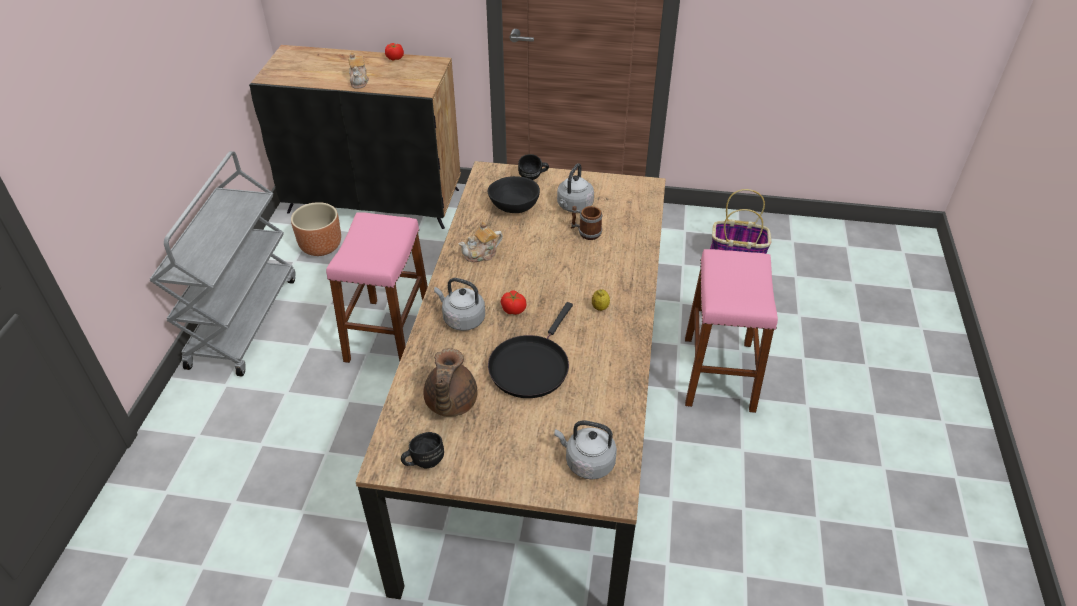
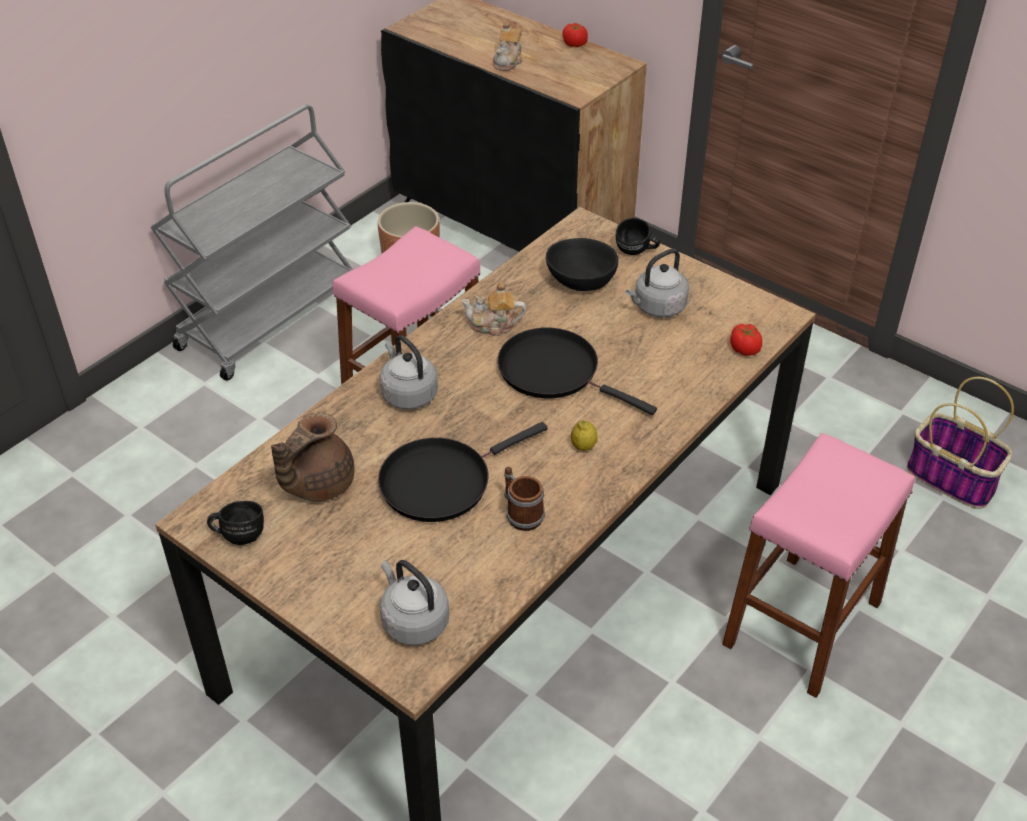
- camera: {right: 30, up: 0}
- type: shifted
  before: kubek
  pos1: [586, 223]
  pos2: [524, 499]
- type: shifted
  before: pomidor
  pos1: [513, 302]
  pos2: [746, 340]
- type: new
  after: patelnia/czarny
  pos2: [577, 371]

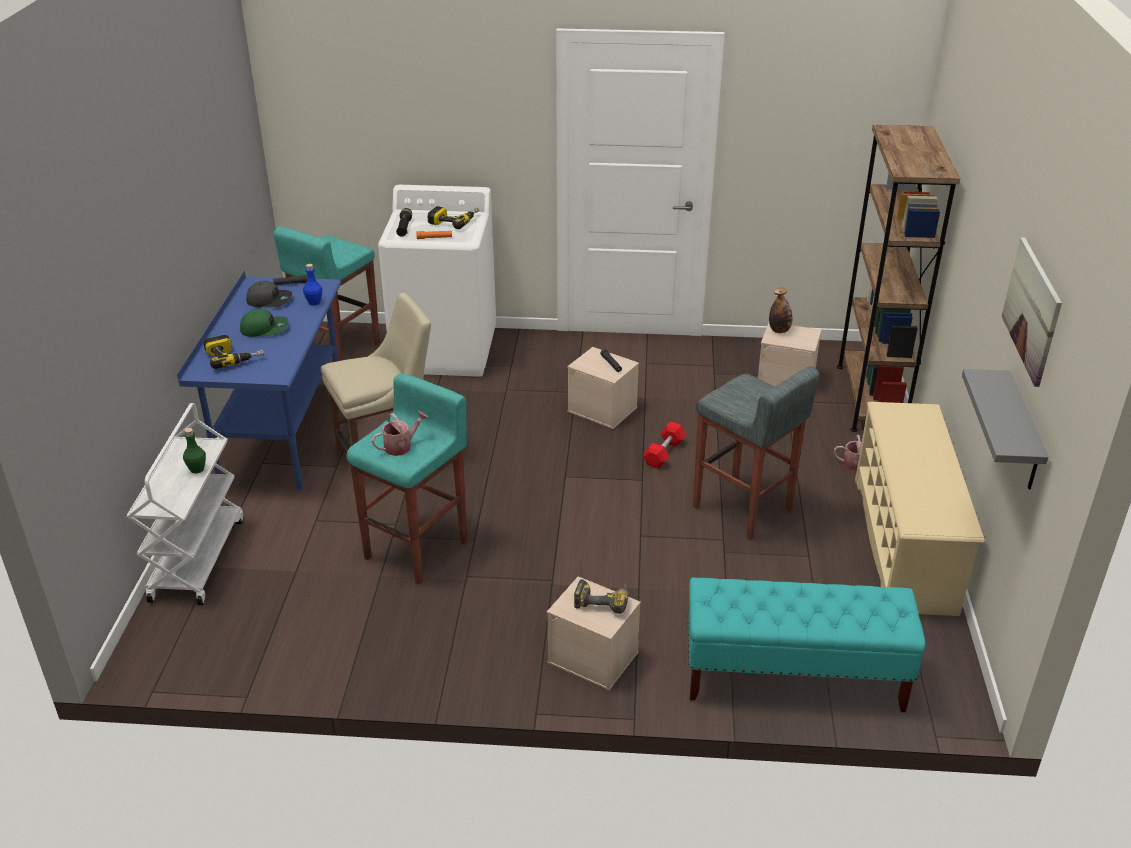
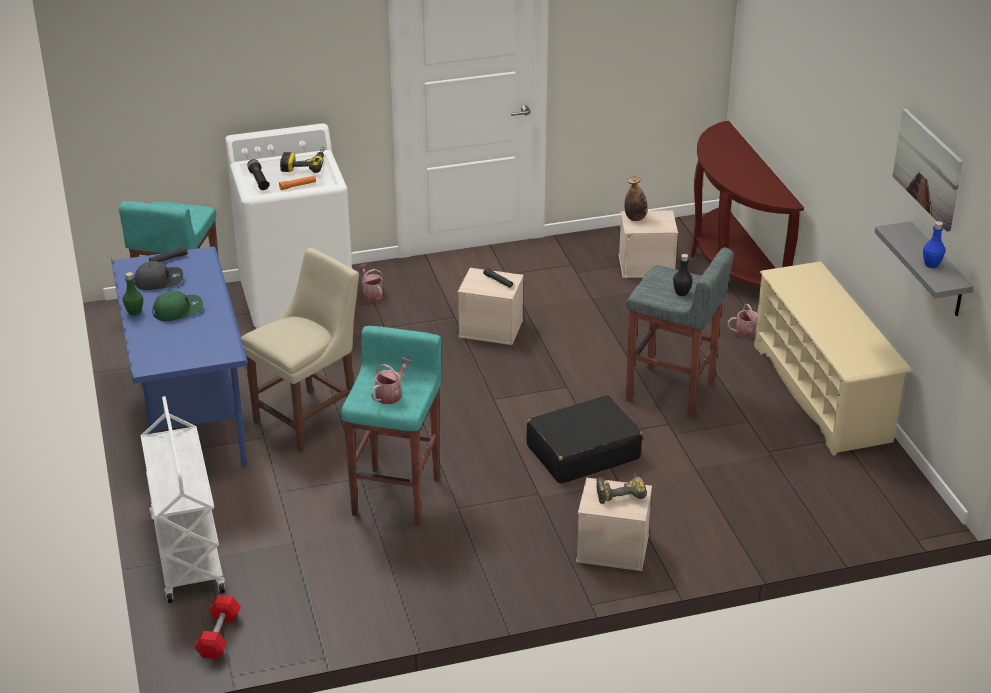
- camera: {right: -20, up: 0}
- type: swapped
  before: regał/brązowy
  after: stolik konsolowy/brązowy
  pos1: [898, 278]
  pos2: [747, 204]
- type: shifted
  before: butelka/niebieski
  pos1: [312, 284]
  pos2: [934, 244]
- type: gone
  before: wiertarka
  pos1: [234, 352]
- type: shifted
  before: hantel/czerwony
  pos1: [664, 445]
  pos2: [217, 627]
- type: shifted
  before: butelka/zielony
  pos1: [194, 450]
  pos2: [132, 294]
- type: gone
  before: ławka/turkusowy
  pos1: [807, 644]
- type: new
  after: butelka/czarny
  pos2: [683, 275]
- type: new
  after: konewka
  pos2: [371, 283]
- type: new
  after: walizka/czarny
  pos2: [584, 439]

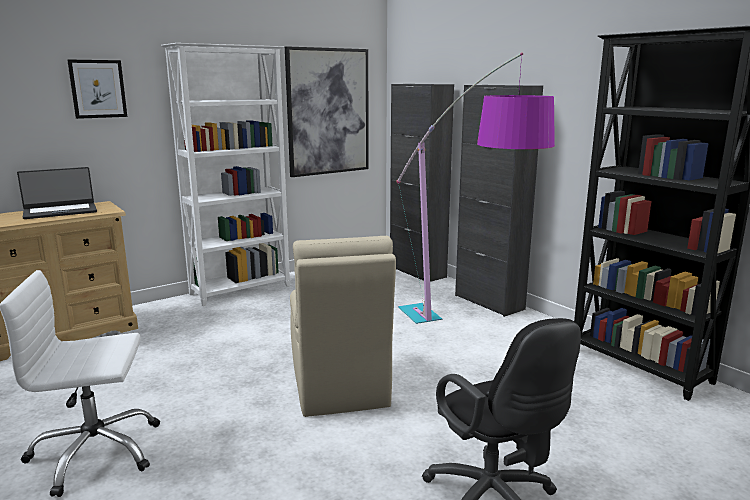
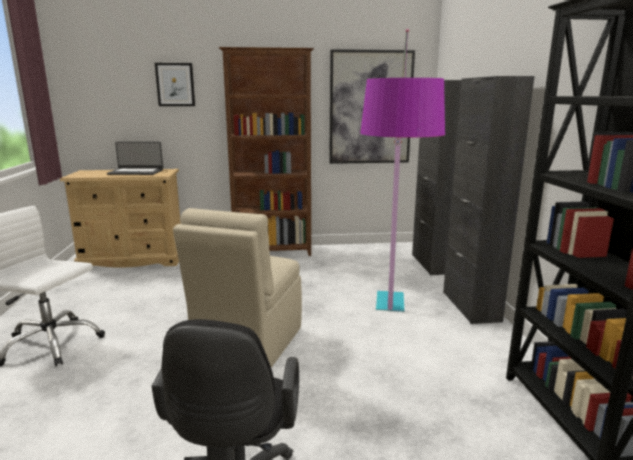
- camera: {right: 30, up: 0}
- type: repainted
  before: regał/biały
  after: regał/brązowy
  pos1: [225, 174]
  pos2: [266, 151]

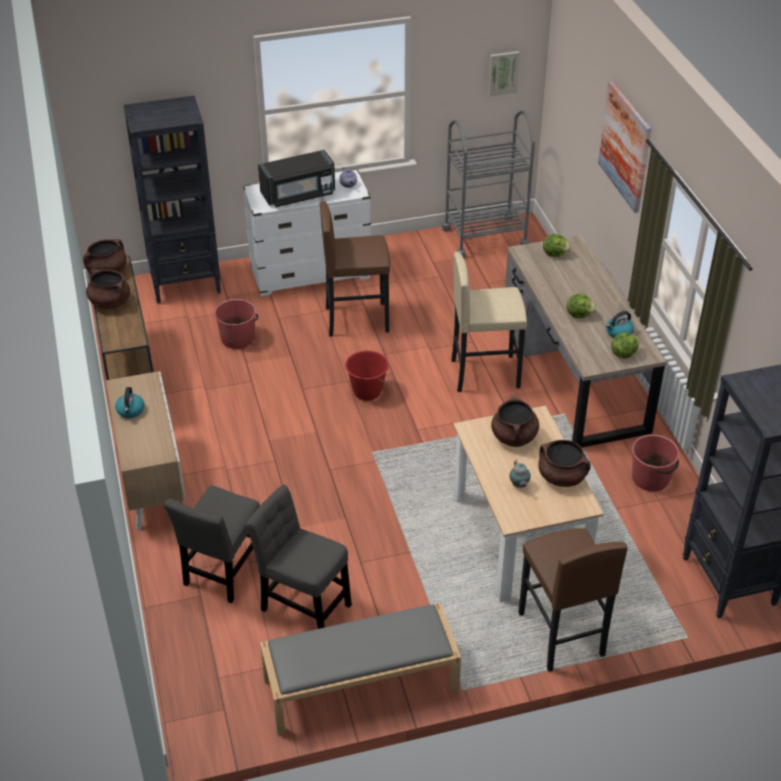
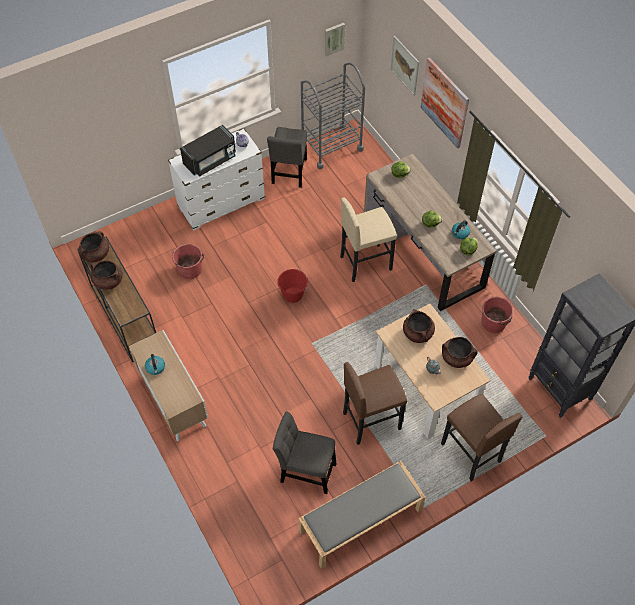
- camera: {right: -15, up: 15}
- type: gone
  before: regał/czarny
  pos1: [172, 200]
- type: shifted
  before: stołek/brązowy
  pos1: [355, 269]
  pos2: [375, 403]
- type: shifted
  before: krzesło/szary
  pos1: [212, 544]
  pos2: [287, 157]
- type: new
  after: obraz
  pos2: [405, 66]

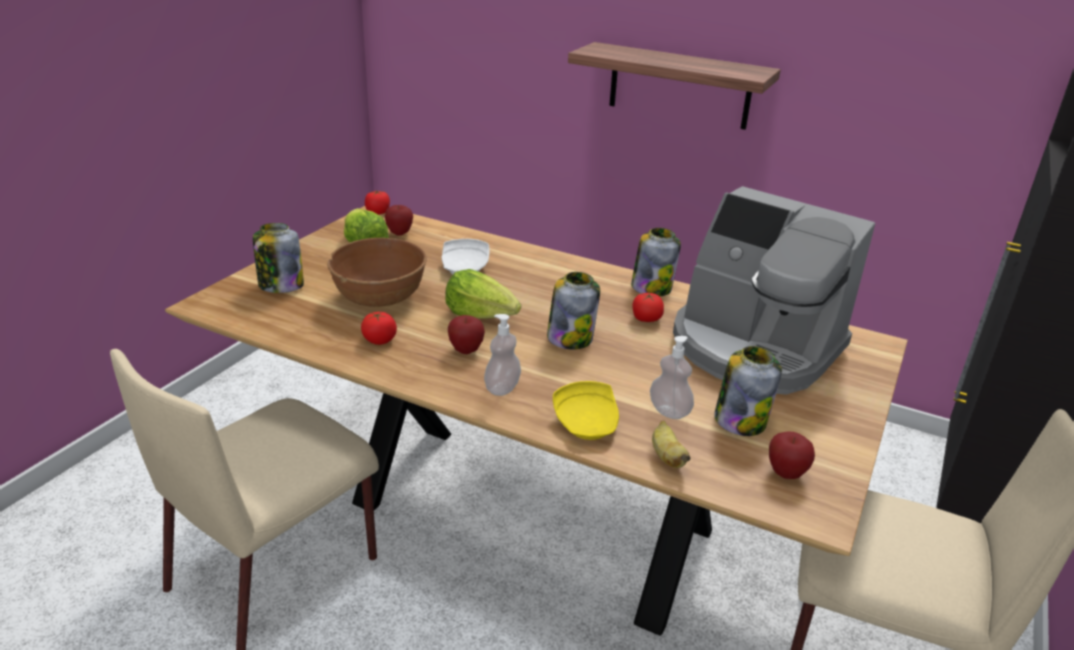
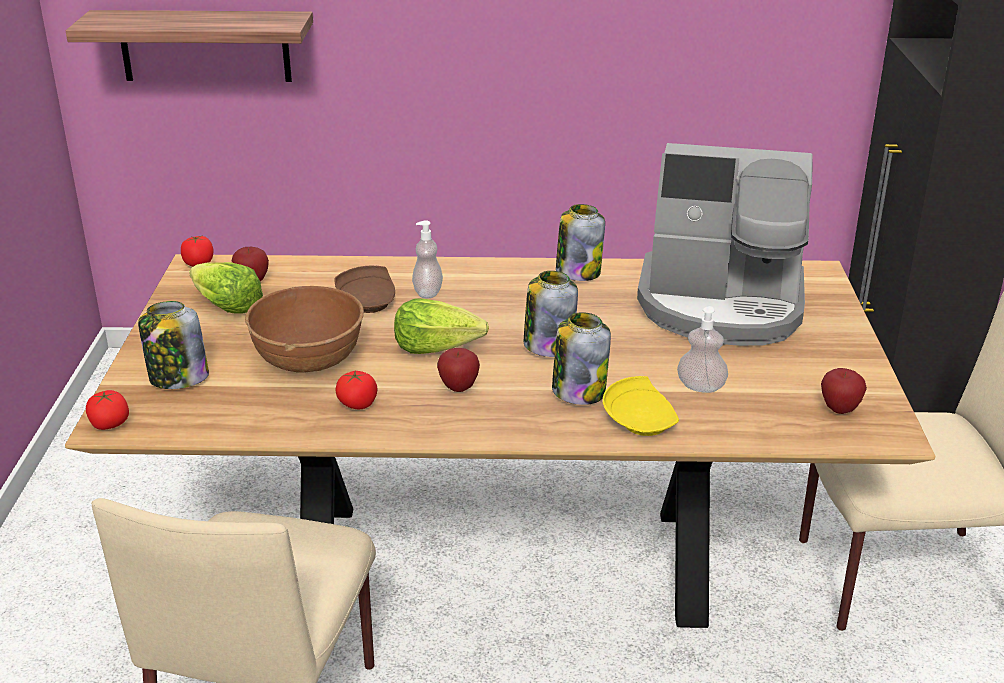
- camera: {right: -25, up: 0}
- type: shifted
  before: półka
  pos1: [674, 86]
  pos2: [189, 46]
- type: repainted
  before: talerz/biały
  after: talerz/brązowy
  pos1: [466, 256]
  pos2: [364, 289]
- type: shifted
  before: pomidor
  pos1: [648, 307]
  pos2: [107, 410]
- type: shifted
  before: dozownik mydła
  pos1: [502, 355]
  pos2: [427, 259]
- type: shifted
  before: słoik
  pos1: [748, 391]
  pos2: [581, 358]
- type: gone
  before: banan
  pos1: [671, 444]

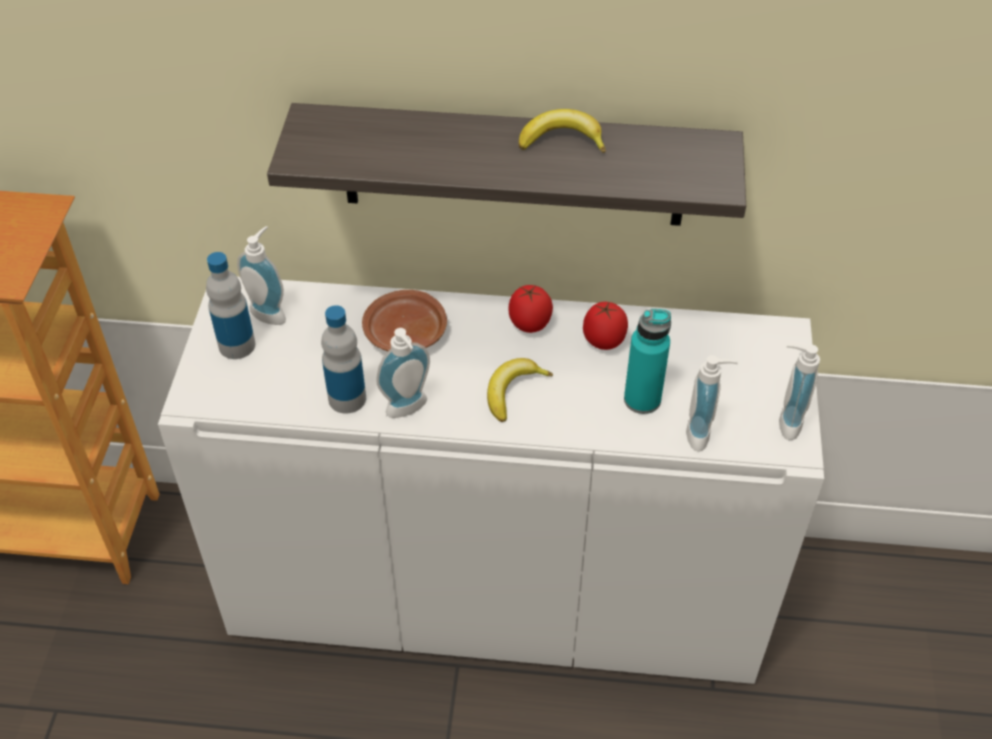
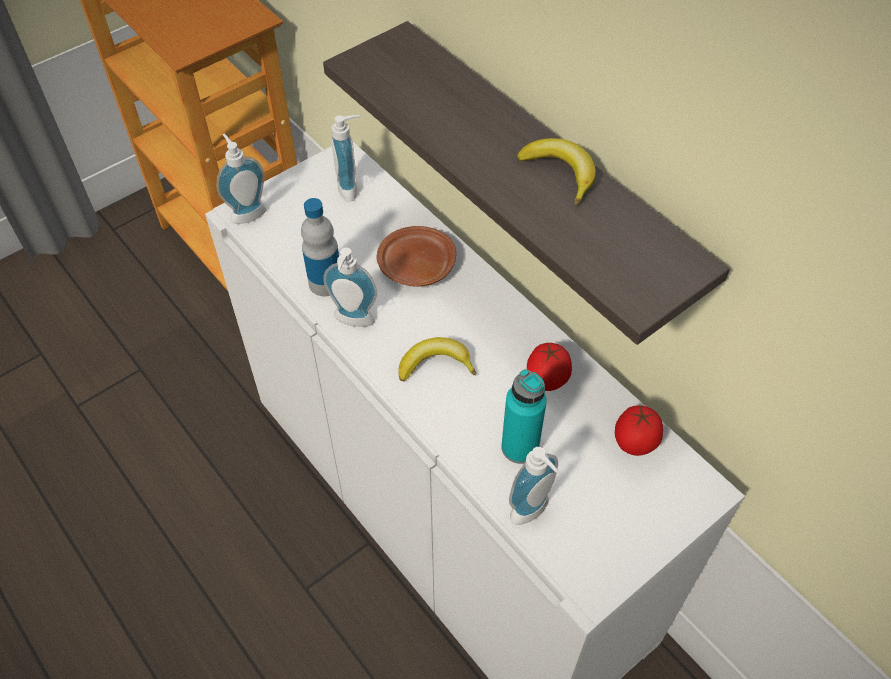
- camera: {right: 45, up: 5}
- type: gone
  before: butelka
  pos1: [230, 305]
- type: shifted
  before: pomidor
  pos1: [530, 309]
  pos2: [639, 430]
- type: shifted
  before: dozownik mydła
  pos1: [799, 392]
  pos2: [241, 178]

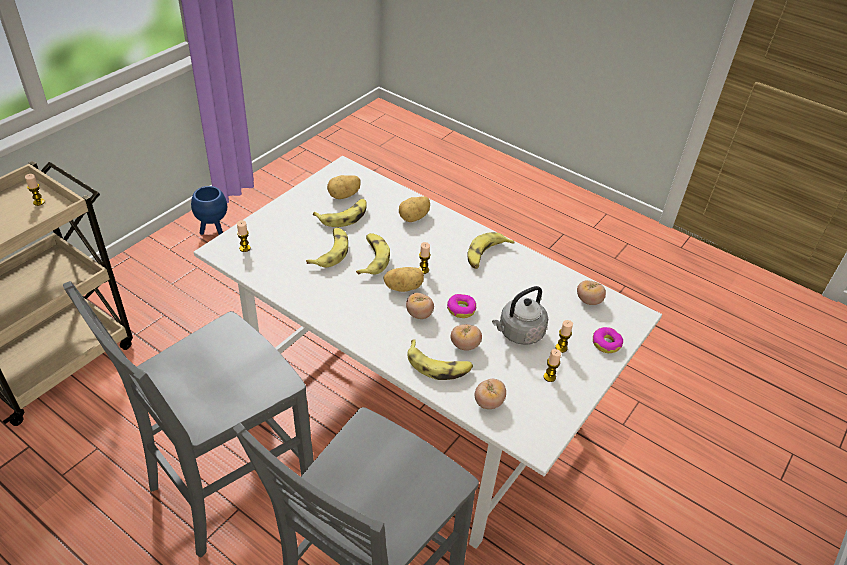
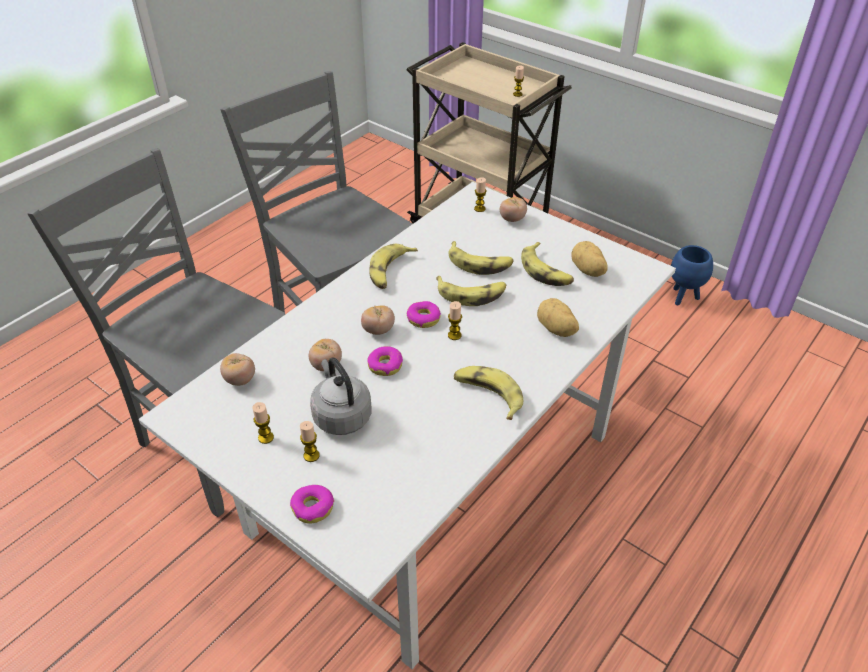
- camera: {right: 95, up: 0}
- type: swapped
  before: ziemniak
  after: donut
  pos1: [403, 279]
  pos2: [424, 314]
- type: shifted
  before: pomidor
  pos1: [591, 292]
  pos2: [513, 209]
- type: shifted
  before: banan
  pos1: [440, 359]
  pos2: [393, 266]

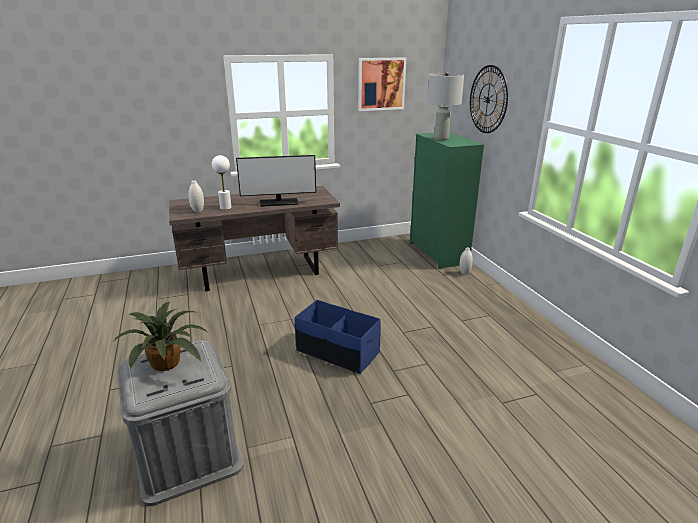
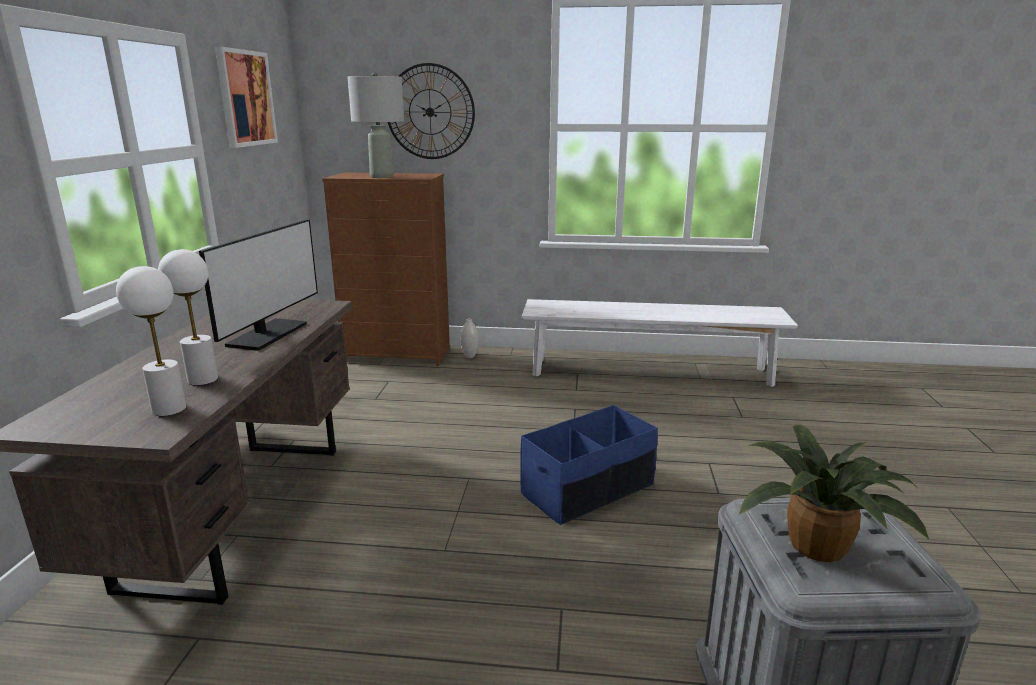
- camera: {right: -65, up: -5}
- type: repainted
  before: komoda/zielony
  after: komoda/brązowy
  pos1: [447, 200]
  pos2: [386, 269]
- type: swapped
  before: wazon/biały
  after: lampa stołowa/biały
  pos1: [196, 197]
  pos2: [151, 341]
- type: new
  after: ławka/biały
  pos2: [660, 343]

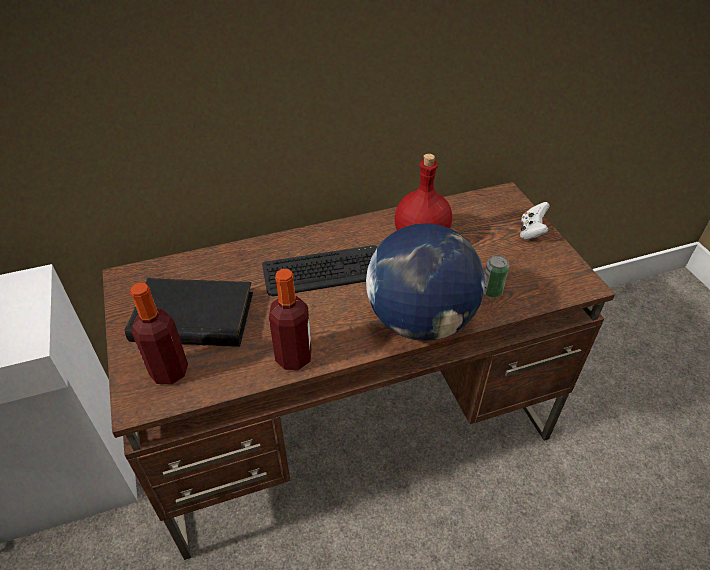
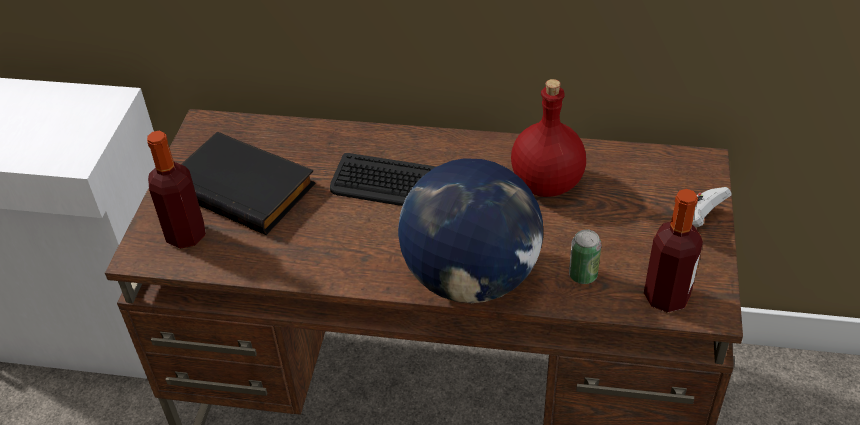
- camera: {right: 30, up: 0}
- type: shifted
  before: butelka
  pos1: [290, 319]
  pos2: [673, 251]

